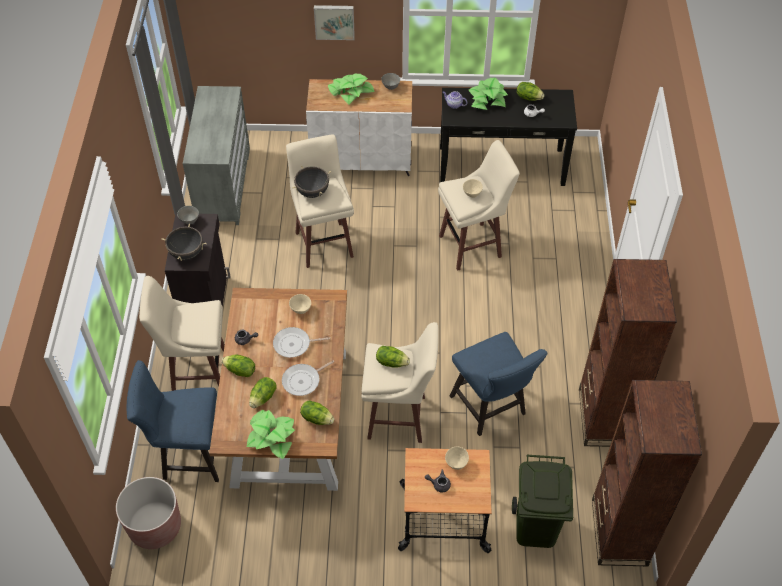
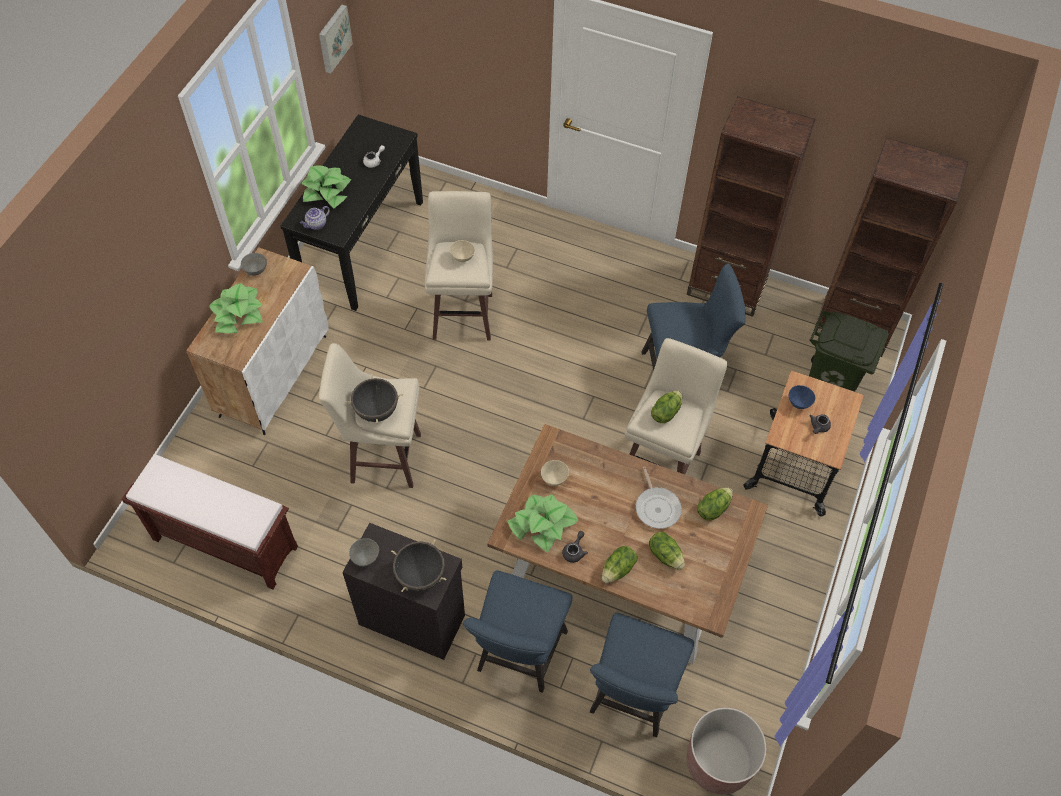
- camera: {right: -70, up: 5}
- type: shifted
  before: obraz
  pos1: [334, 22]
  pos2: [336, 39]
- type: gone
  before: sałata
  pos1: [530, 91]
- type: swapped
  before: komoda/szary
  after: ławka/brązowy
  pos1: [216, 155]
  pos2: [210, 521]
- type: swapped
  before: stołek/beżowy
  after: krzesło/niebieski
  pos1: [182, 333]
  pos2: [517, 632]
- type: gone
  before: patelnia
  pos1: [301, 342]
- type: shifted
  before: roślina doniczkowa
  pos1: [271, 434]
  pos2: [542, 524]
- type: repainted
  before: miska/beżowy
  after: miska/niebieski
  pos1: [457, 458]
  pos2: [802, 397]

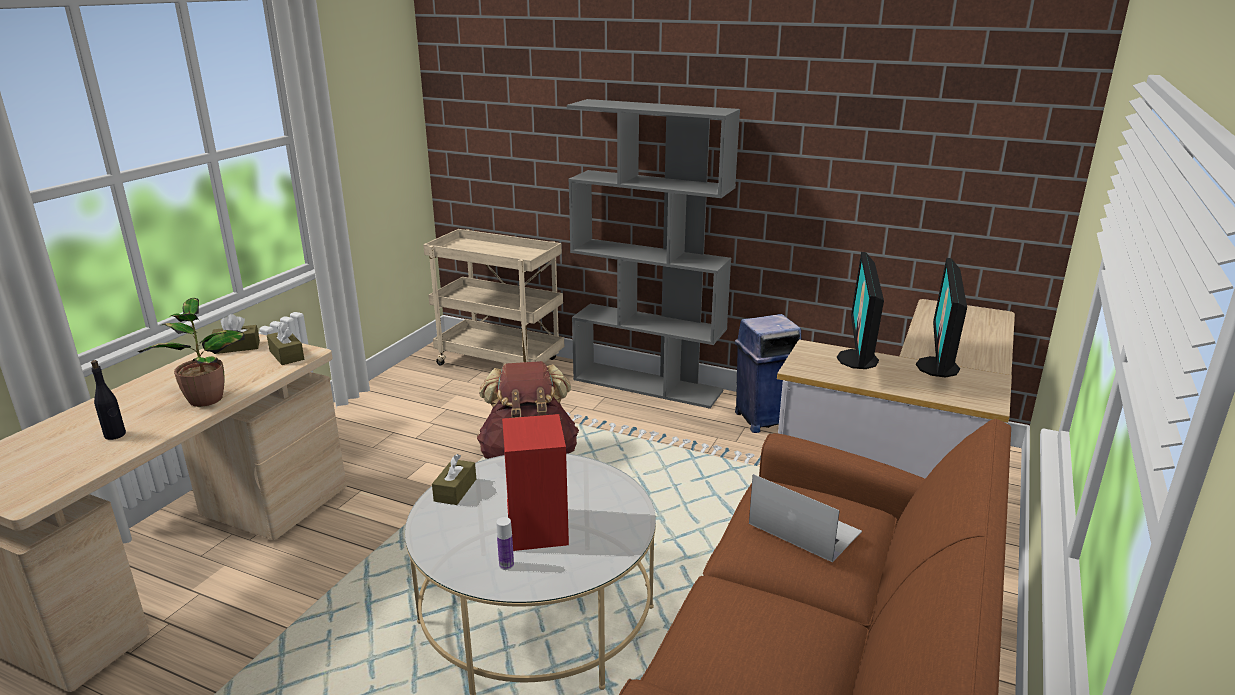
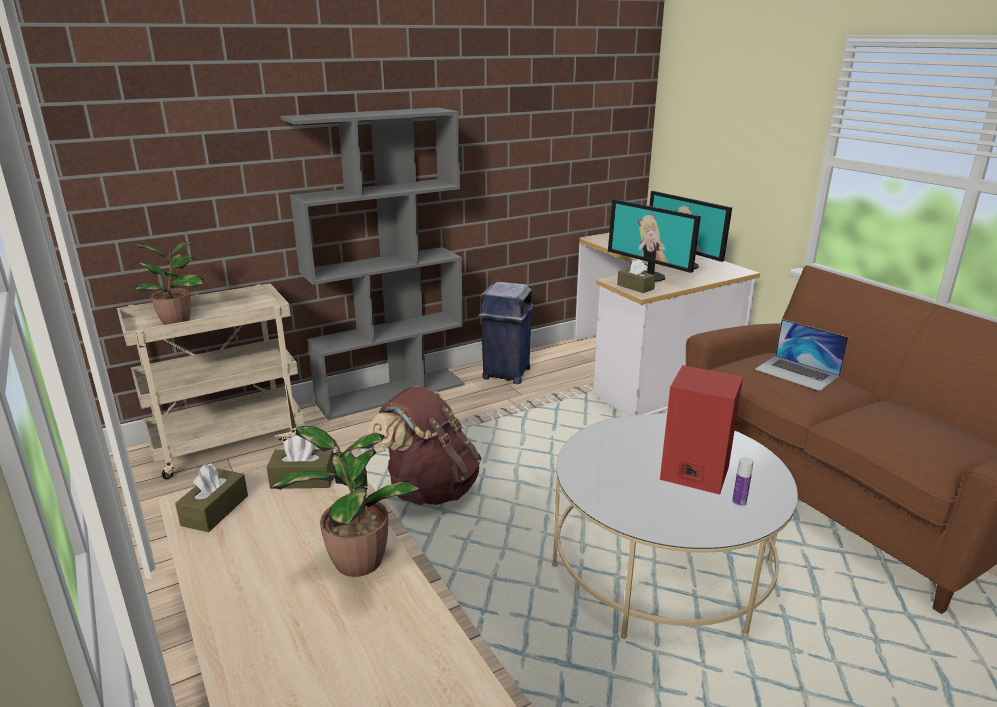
- camera: {right: -55, up: 0}
- type: gone
  before: butelka/czarny
  pos1: [108, 400]
- type: shifted
  before: pudełko chusteczek/brązowy
  pos1: [454, 479]
  pos2: [636, 276]
- type: rotated
  before: laptop
  pos1: [805, 518]
  pos2: [801, 355]
  turn: -120
- type: new
  after: roślina doniczkowa
  pos2: [169, 283]

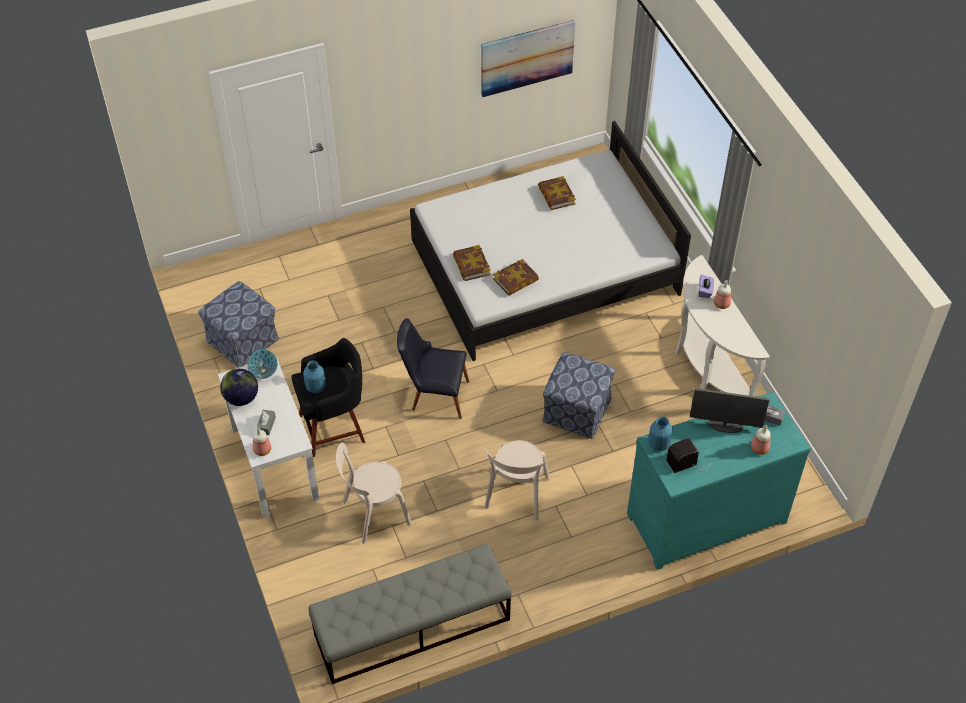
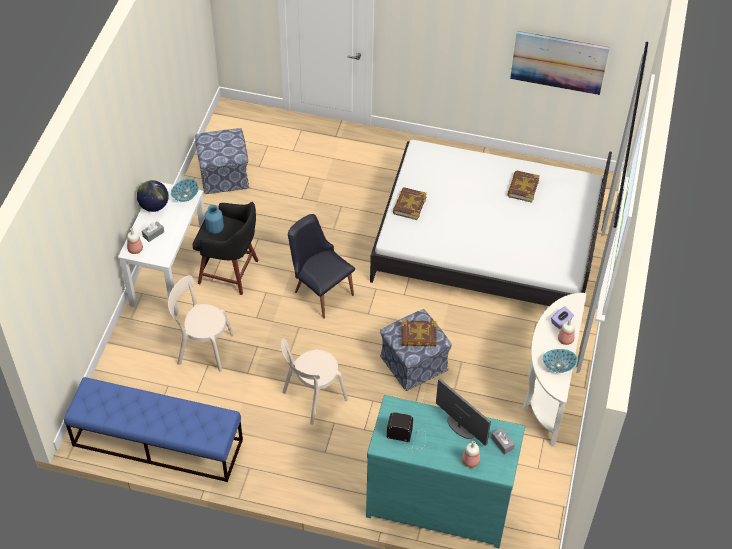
- camera: {right: 35, up: 0}
- type: shifted
  before: książka
  pos1: [516, 277]
  pos2: [419, 333]
- type: gone
  before: wazon/niebieski
  pos1: [660, 433]
- type: repainted
  before: ławka/szary
  after: ławka/niebieski
  pos1: [410, 614]
  pos2: [153, 429]
- type: new
  after: miska
  pos2: [560, 361]

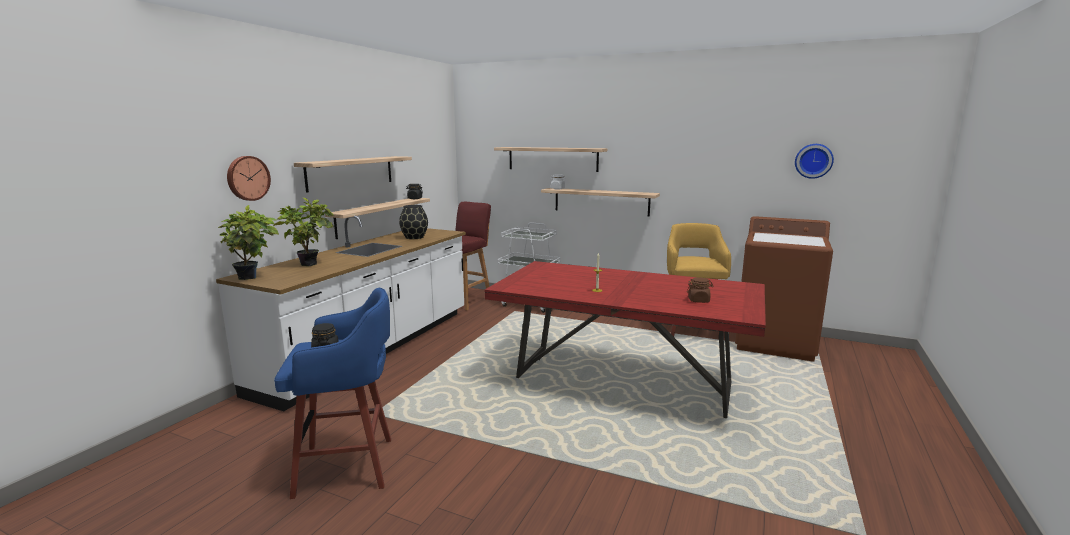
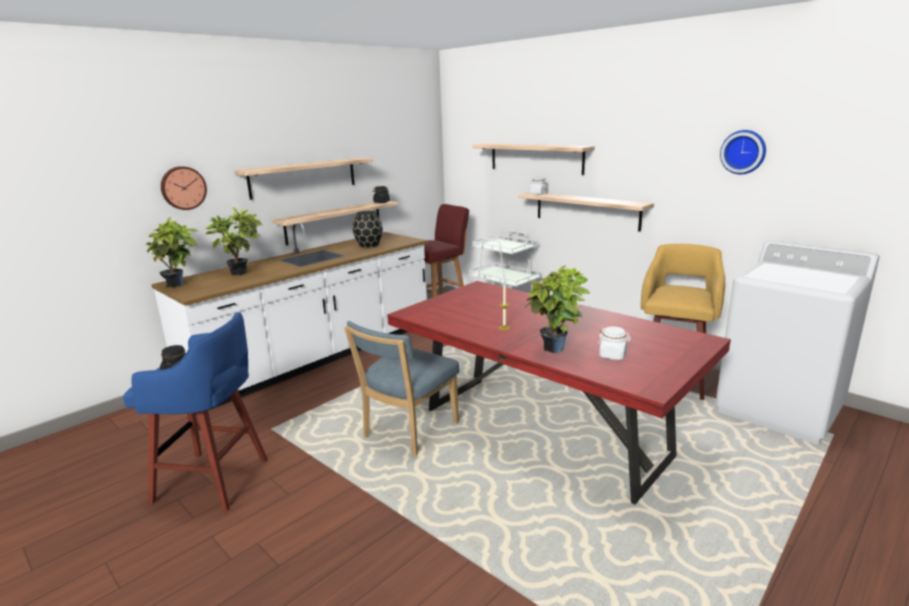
- camera: {right: 20, up: 5}
- type: shifted
  before: zegar ścienny
  pos1: [814, 161]
  pos2: [743, 152]
- type: repainted
  before: pralka/brązowy
  after: pralka/biały
  pos1: [784, 288]
  pos2: [797, 342]
- type: repainted
  before: słoik/brązowy
  after: słoik/biały
  pos1: [700, 290]
  pos2: [614, 343]
- type: new
  after: roślina doniczkowa
  pos2: [557, 309]
- type: new
  after: krzesło/niebieski
  pos2: [402, 388]

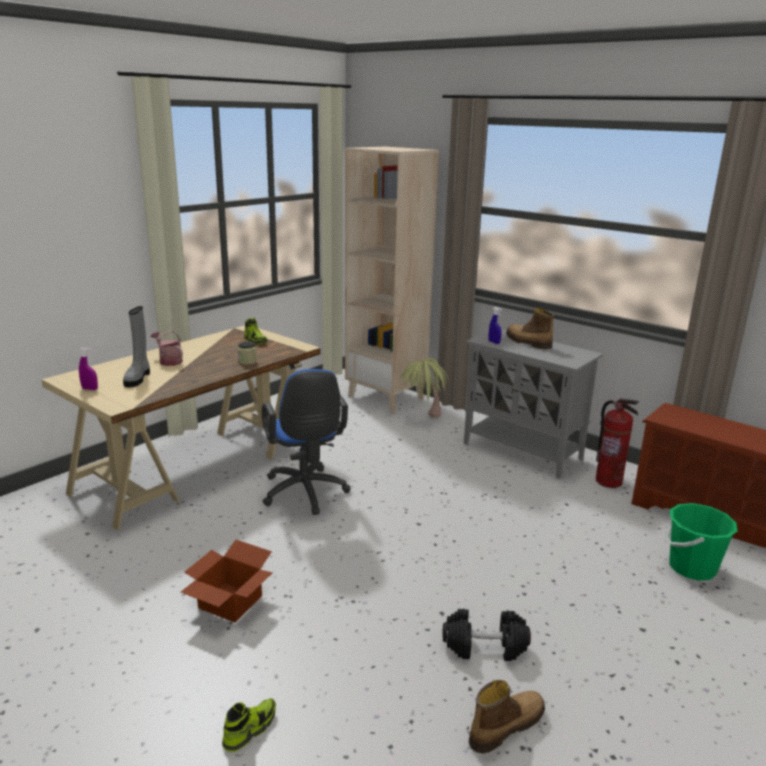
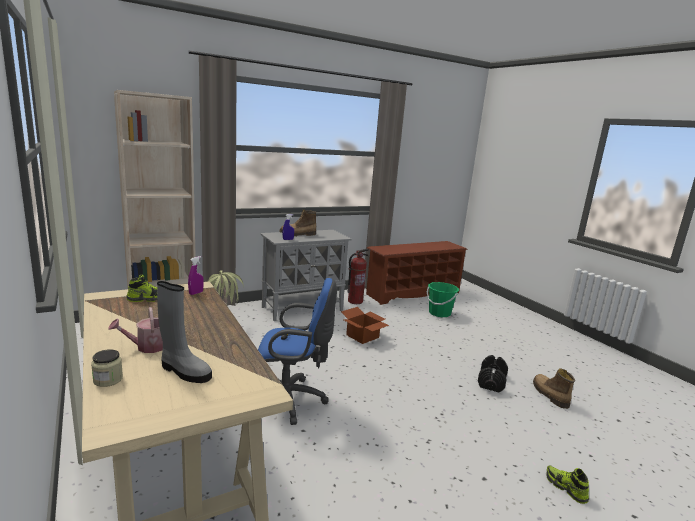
- camera: {right: -70, up: -5}
- type: shifted
  before: słoik
  pos1: [247, 353]
  pos2: [107, 368]
- type: shifted
  before: spryskiwacz/fioletowy
  pos1: [88, 369]
  pos2: [196, 275]
- type: shifted
  before: karton
  pos1: [226, 581]
  pos2: [365, 325]

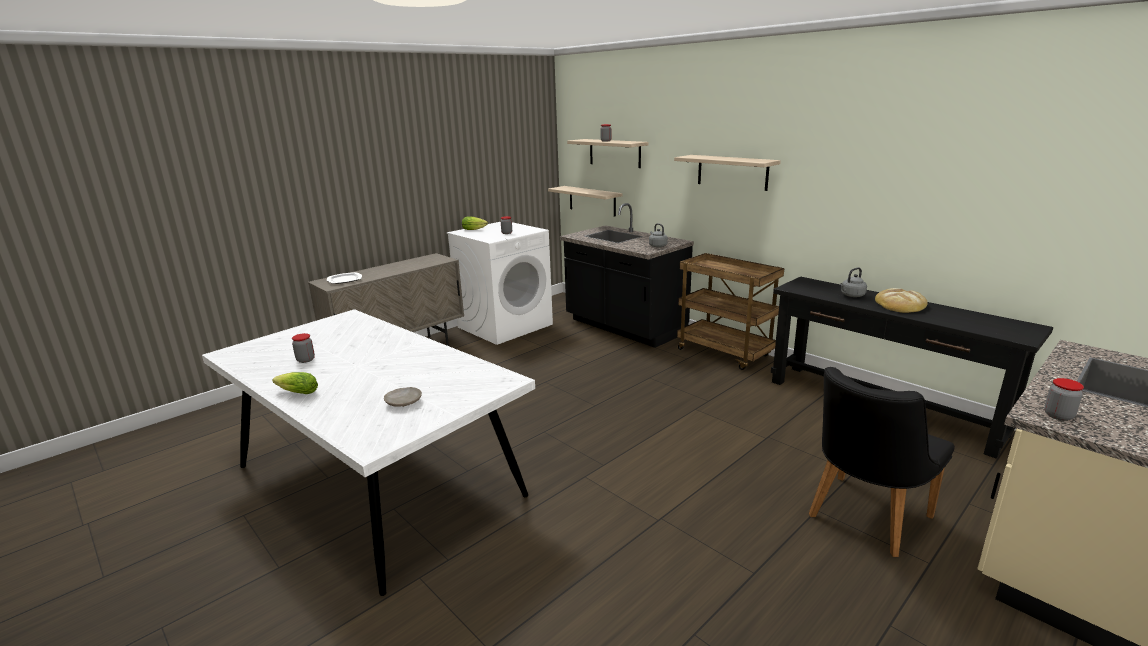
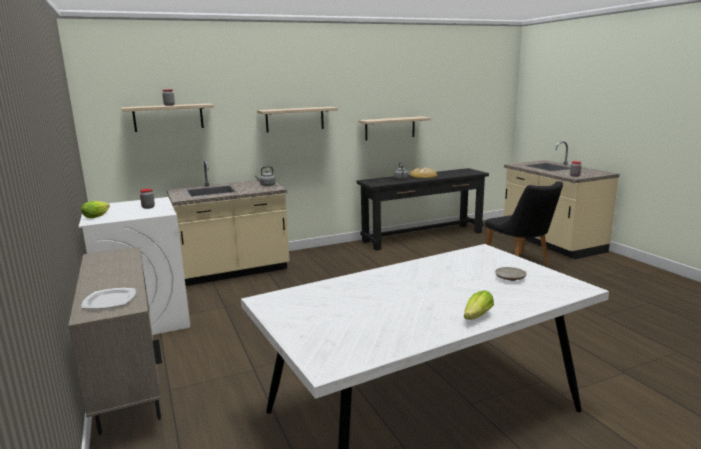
- camera: {right: -70, up: -5}
- type: shifted
  before: półka
  pos1: [585, 201]
  pos2: [394, 128]
- type: repainted
  before: zabudowa kuchenna/czarny
  after: zabudowa kuchenna/beżowy
  pos1: [627, 275]
  pos2: [228, 223]
- type: gone
  before: wózek/brązowy
  pos1: [730, 311]
- type: gone
  before: słoik
  pos1: [303, 348]

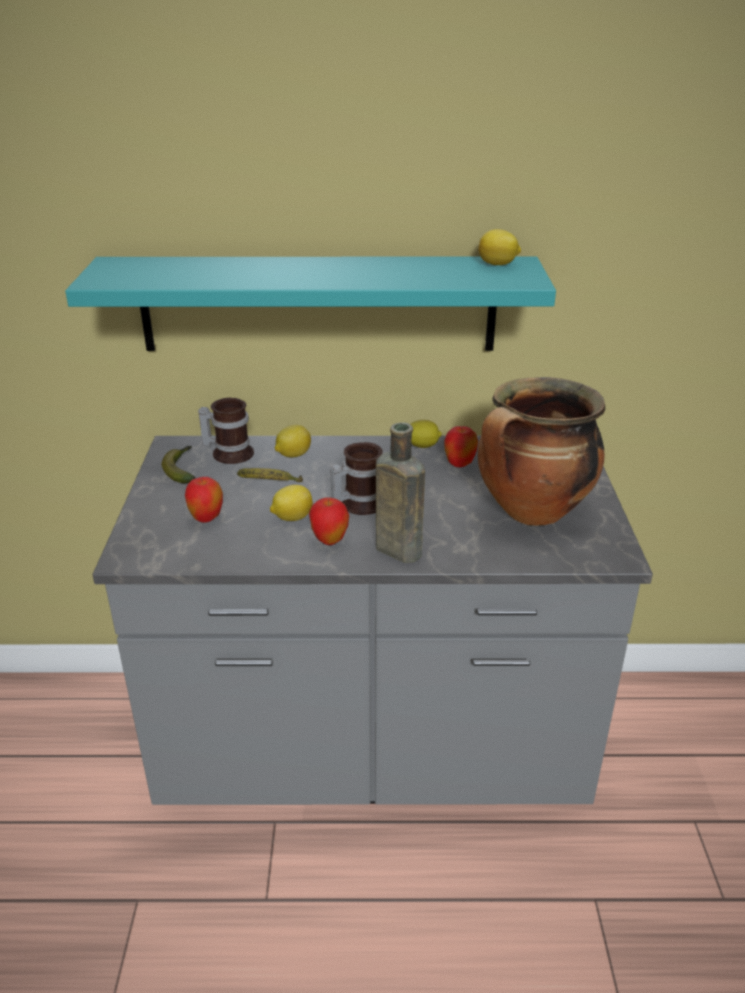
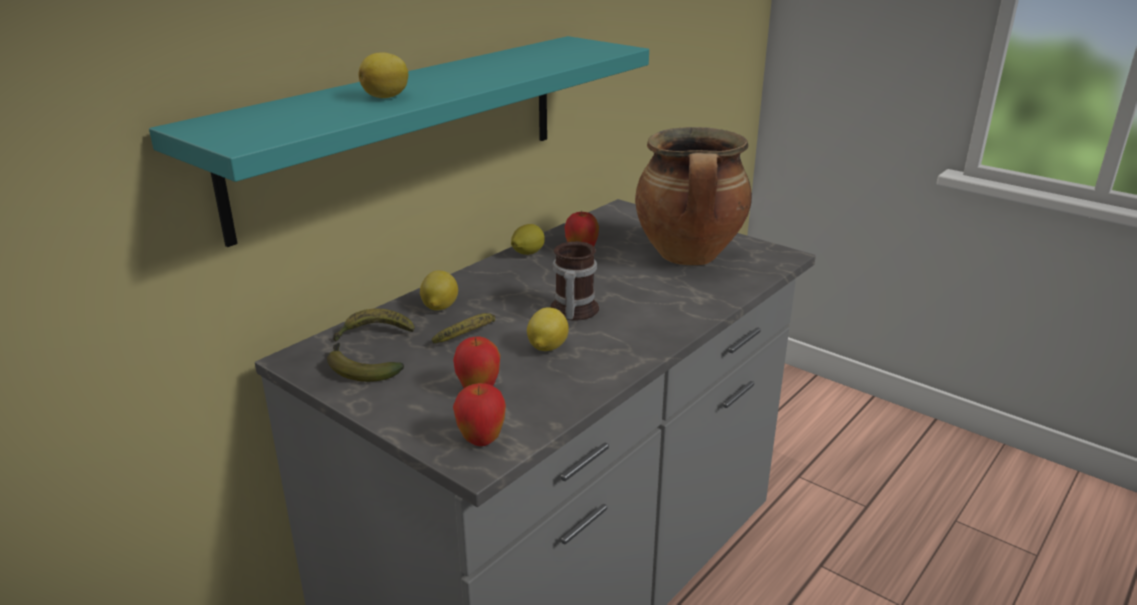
- camera: {right: -50, up: -5}
- type: shifted
  before: cytryna
  pos1: [499, 247]
  pos2: [383, 75]
- type: swapped
  before: kubek
  after: banan
  pos1: [226, 431]
  pos2: [374, 325]
- type: gone
  before: butelka/brązowy
  pos1: [400, 492]
- type: shifted
  before: jabłko
  pos1: [329, 521]
  pos2: [479, 414]

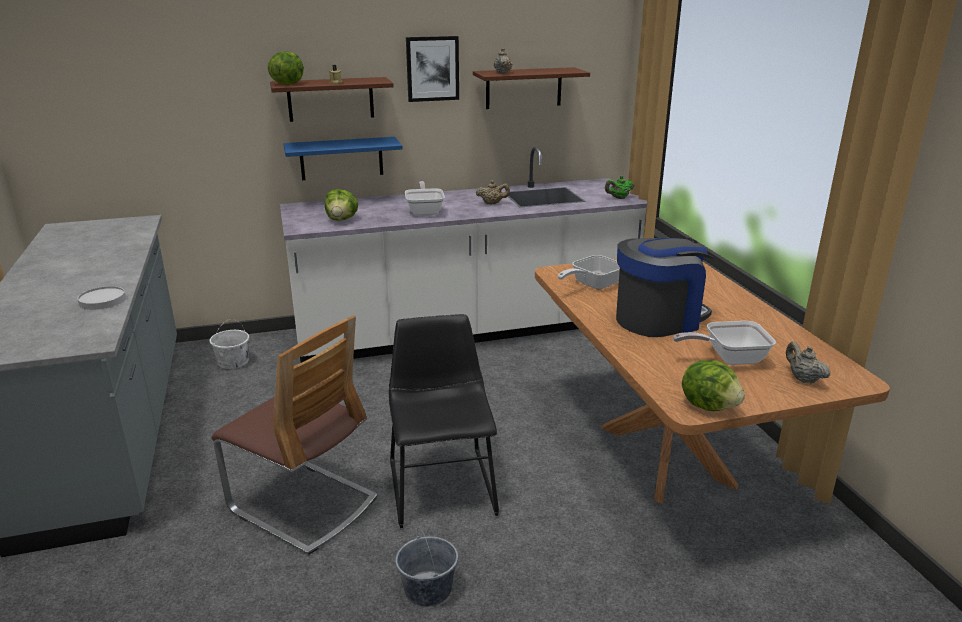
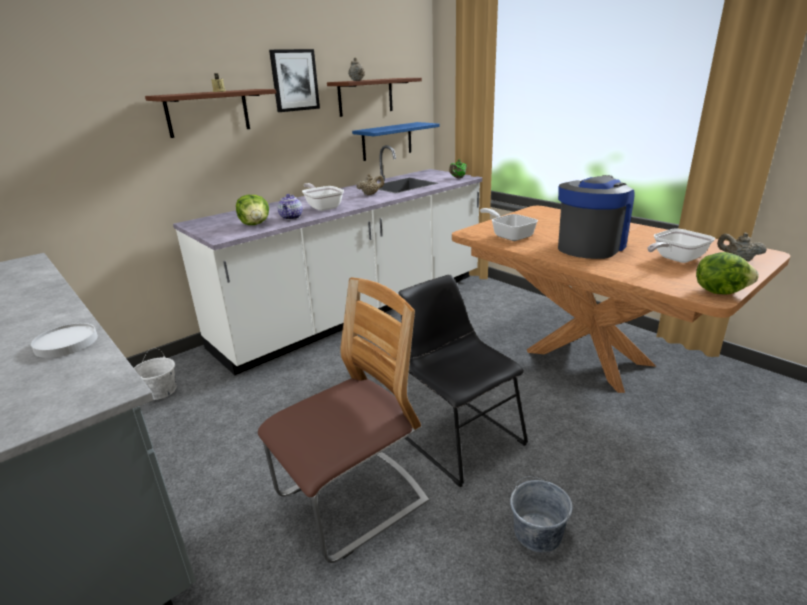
- camera: {right: -25, up: 0}
- type: gone
  before: sałata
  pos1: [286, 68]
- type: shifted
  before: półka/niebieski
  pos1: [343, 158]
  pos2: [396, 141]
- type: rotated
  before: patelnia
  pos1: [589, 272]
  pos2: [509, 224]
  turn: 120
- type: rotated
  before: krzesło
  pos1: [294, 435]
  pos2: [343, 420]
  turn: -45
- type: new
  after: imbryk
  pos2: [290, 207]

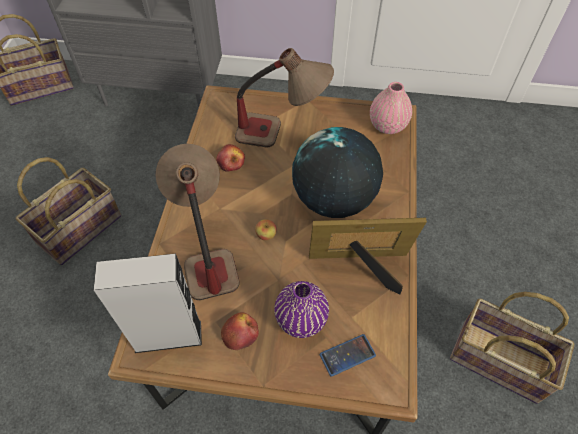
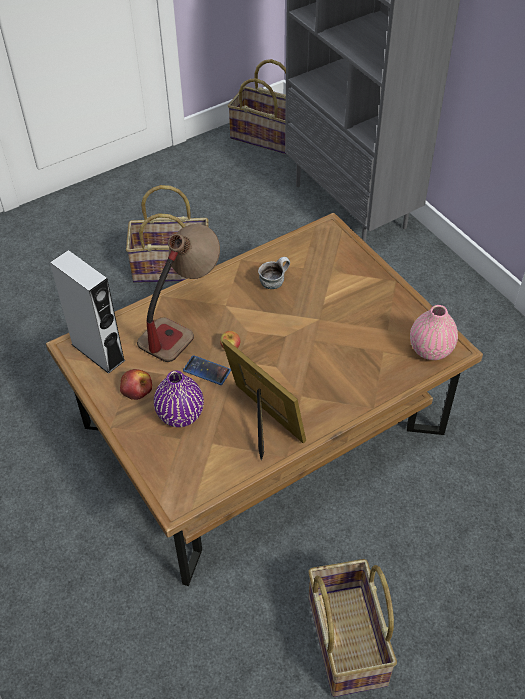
- camera: {right: 50, up: -5}
- type: gone
  before: lampa stołowa
  pos1: [284, 98]
- type: gone
  before: globus
  pos1: [337, 172]
- type: swapped
  before: jabłko
  after: kubek
  pos1: [230, 158]
  pos2: [274, 273]
- type: shifted
  before: telefon
  pos1: [348, 355]
  pos2: [207, 370]

